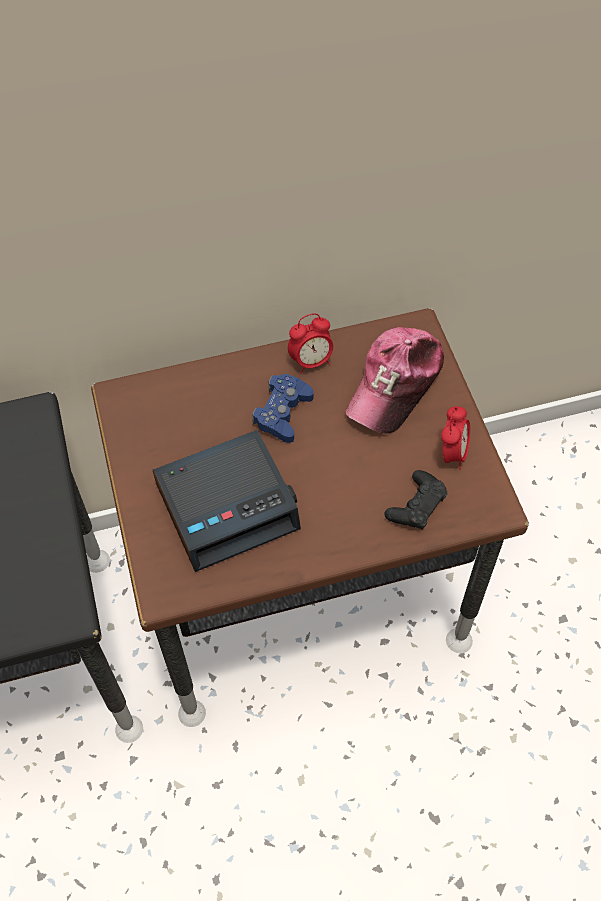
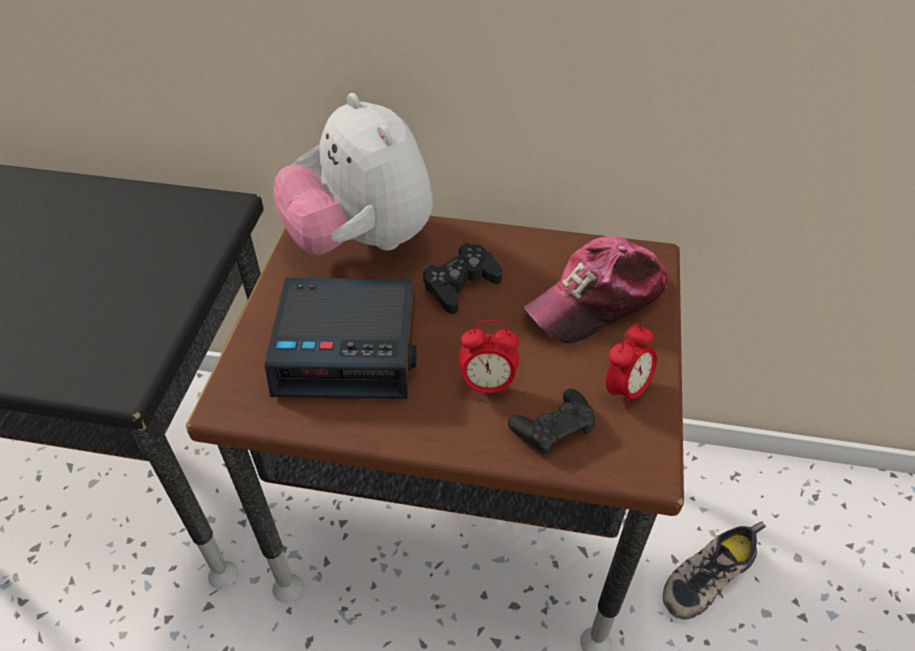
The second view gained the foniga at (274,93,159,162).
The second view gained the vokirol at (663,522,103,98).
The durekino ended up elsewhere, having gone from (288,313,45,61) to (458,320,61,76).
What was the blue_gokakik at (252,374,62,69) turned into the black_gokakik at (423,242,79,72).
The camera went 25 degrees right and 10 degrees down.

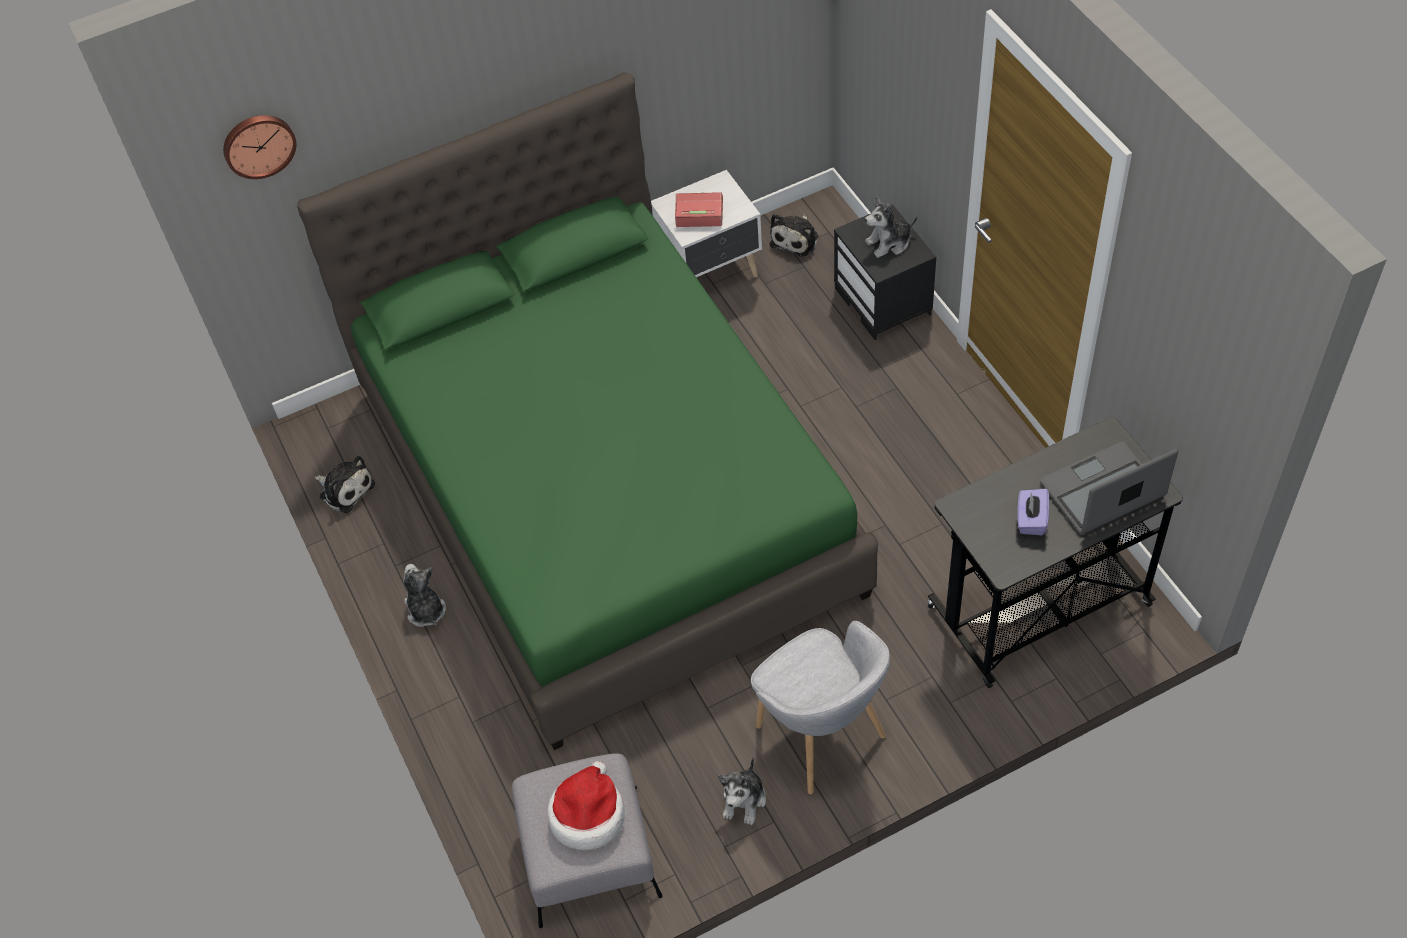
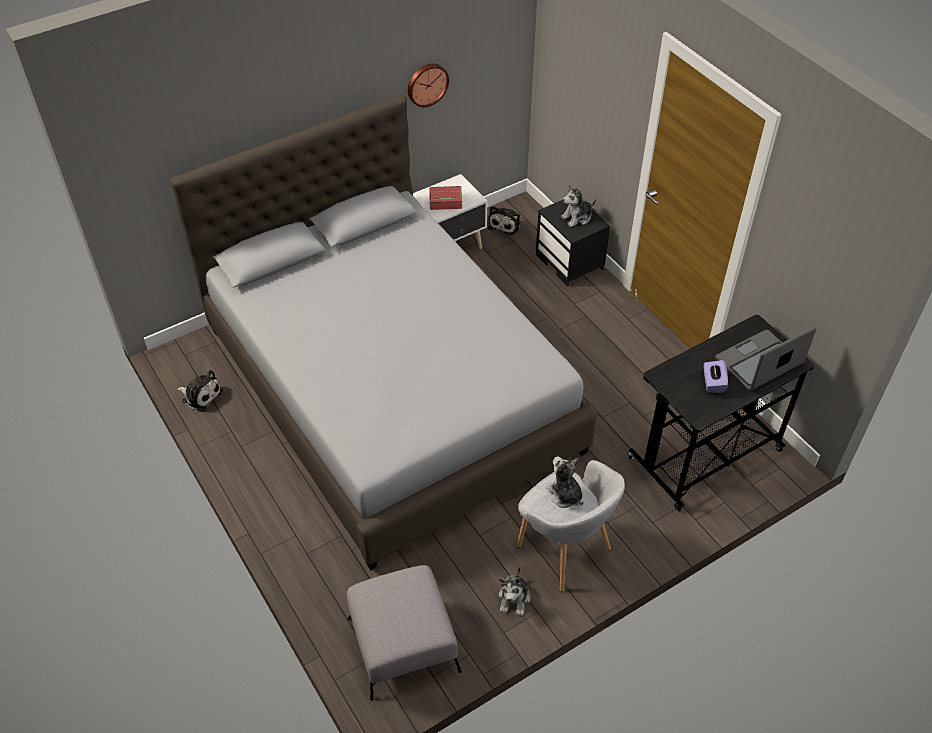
The second view lost the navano at (547,761,78,89).
The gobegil ended up elsewhere, having gone from (223,115,73,64) to (408,64,41,43).
The foniga ended up elsewhere, having gone from (403,564,43,63) to (546,456,38,52).
What was the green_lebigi at (297,72,581,678) turned into the grey_lebigi at (171,95,426,475).
The camera went 10 degrees left and 5 degrees down.

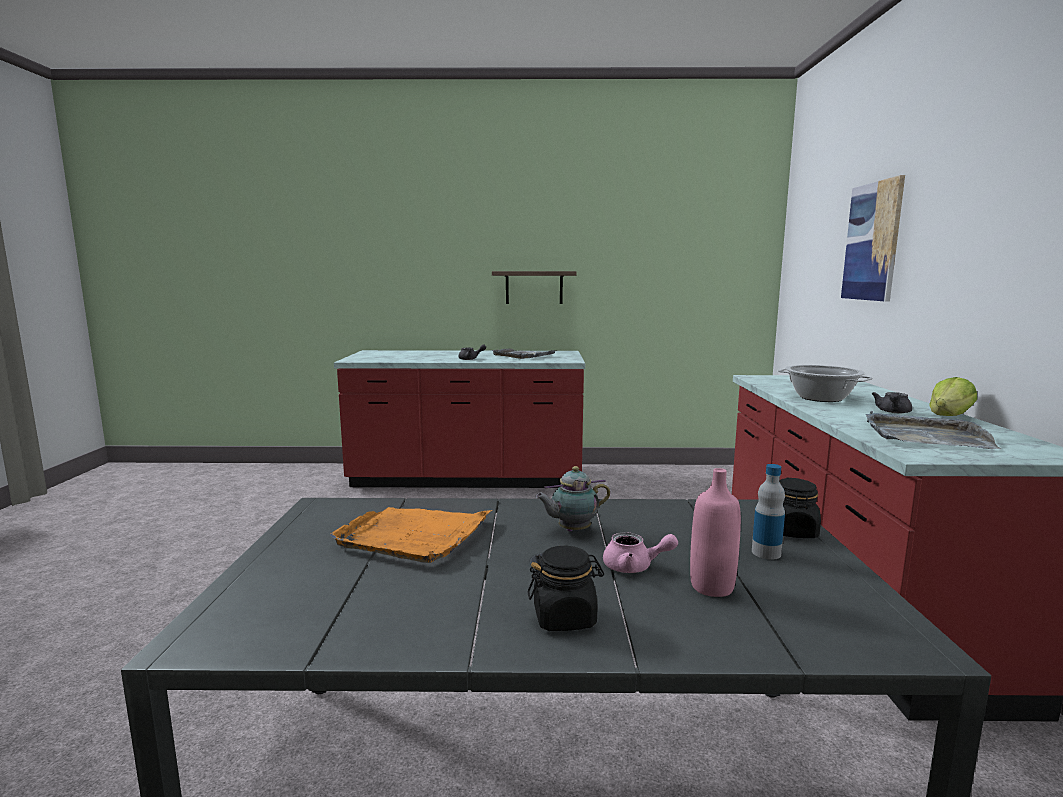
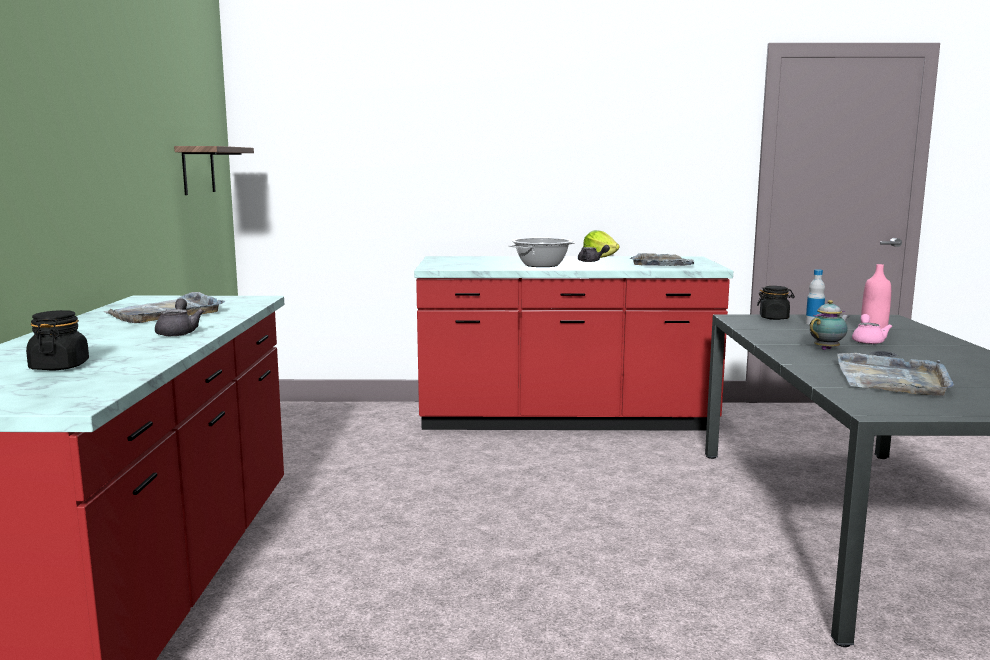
The second view lost the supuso at (841,175,64,127).
The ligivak ended up elsewhere, having gone from (492,271,85,33) to (174,146,80,49).
The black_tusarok ended up elsewhere, having gone from (527,546,77,85) to (26,310,63,60).
What was the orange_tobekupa at (330,507,162,56) turned into the grey_tobekupa at (837,353,117,43).
The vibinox at (535,466,75,65) ended up facing another way, 105 degrees counterclockwise from before.
The camera went 90 degrees left and 0 degrees up.

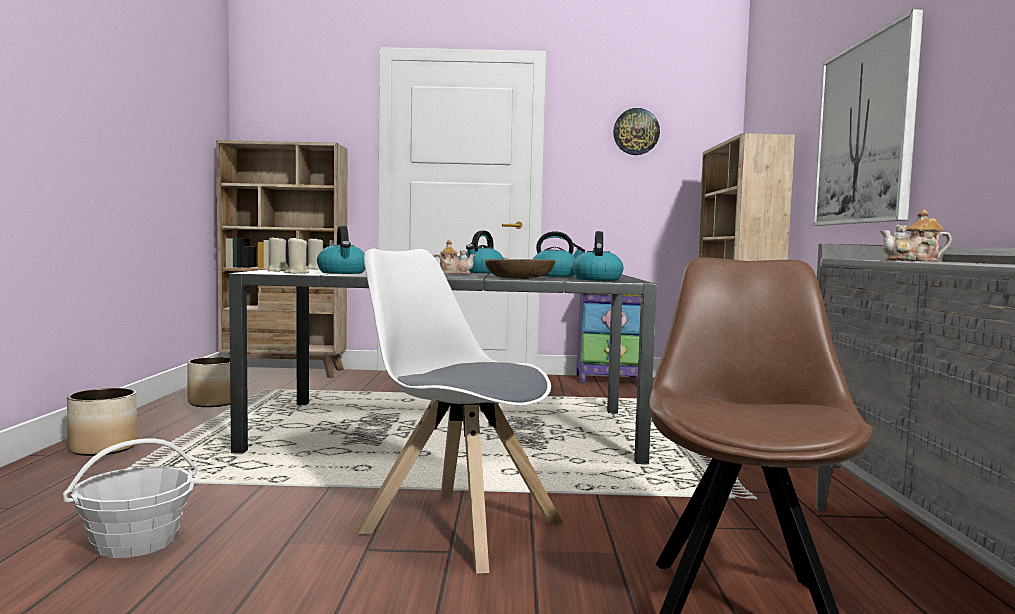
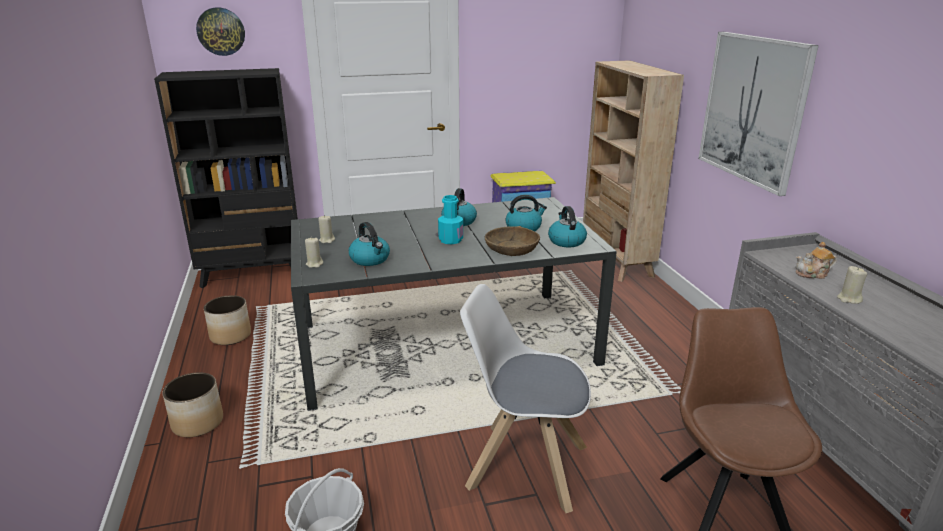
The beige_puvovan ended up elsewhere, having gone from (284,237,25,37) to (837,266,30,38).
The gobegil ended up elsewhere, having gone from (613,108,47,47) to (196,7,49,49).
Where the vibinox stood at (433,240,43,34), the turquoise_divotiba came to stand at (438,195,25,49).
What was the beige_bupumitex at (216,140,131,238) turned into the black_bupumitex at (154,68,144,220).
The camera went 15 degrees left and 20 degrees up.

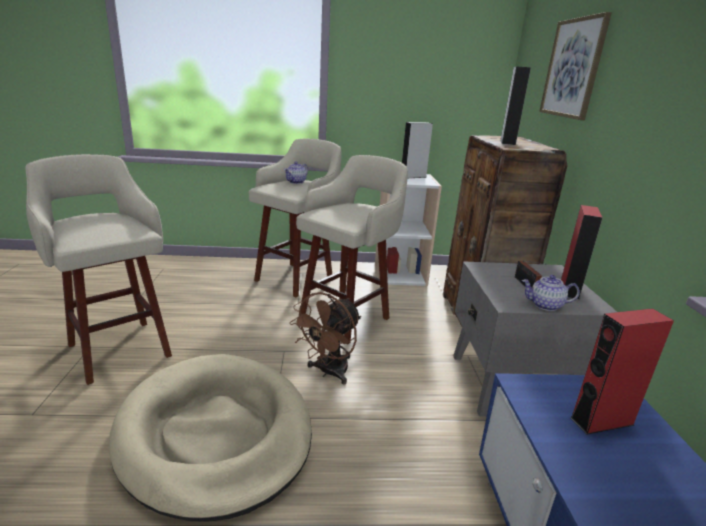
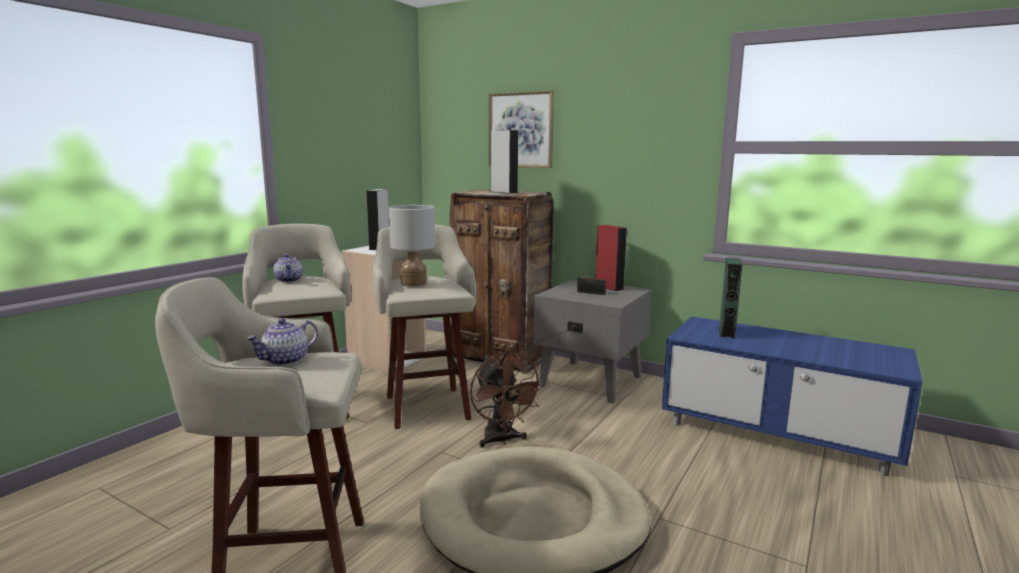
The second view gained the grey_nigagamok at (389,205,46,81).
The vibinox ended up elsewhere, having gone from (522,275,58,36) to (246,319,72,46).
What was the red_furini at (570,308,104,127) turned into the green_furini at (719,258,23,80).
The camera went 55 degrees left and 10 degrees down.

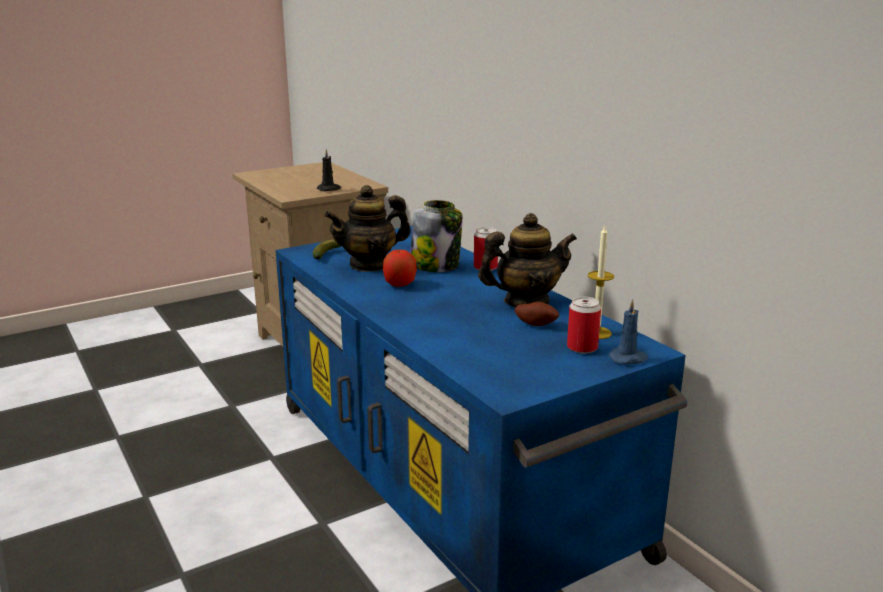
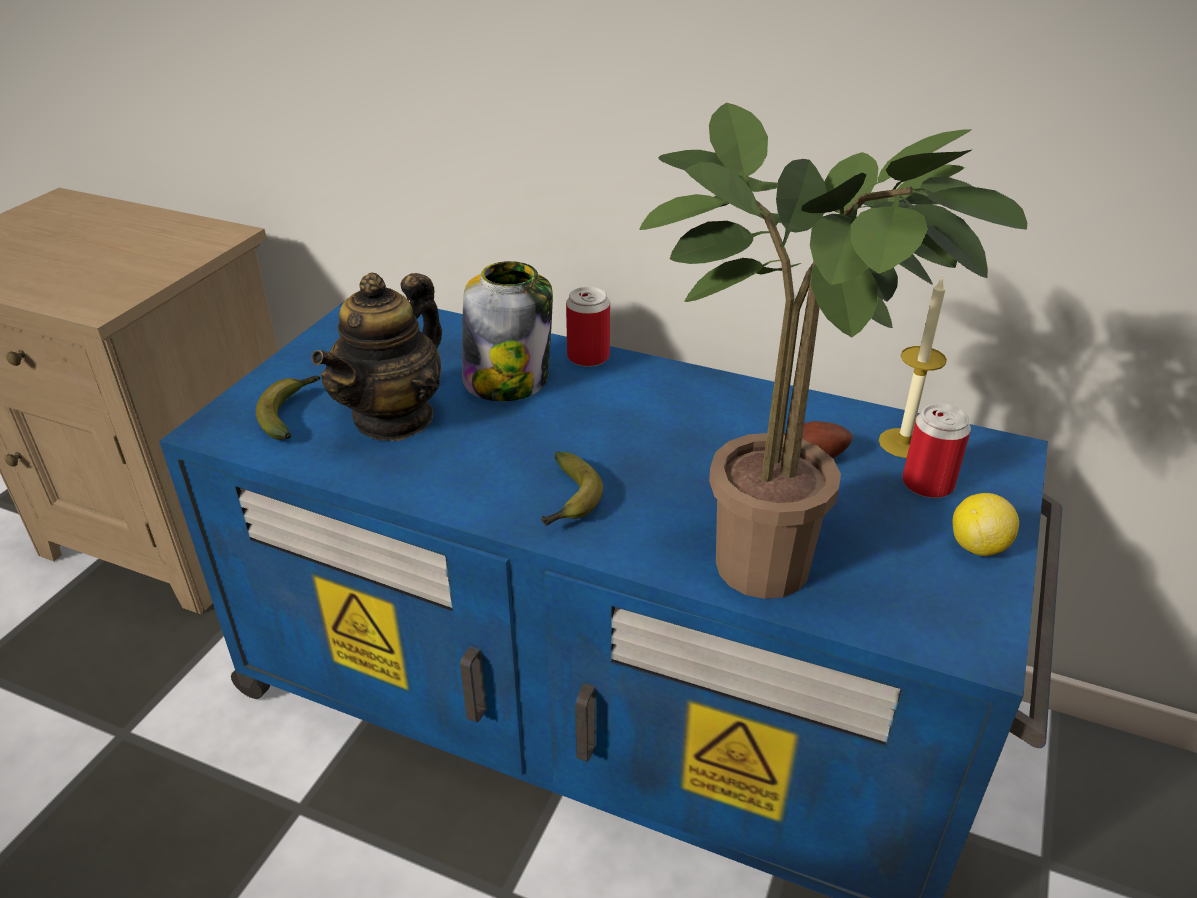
The second view lost the black_puvovan at (317,149,24,42).
The second view lost the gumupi at (383,250,34,37).
The second view lost the vibinox at (478,213,99,94).
The second view lost the blue_puvovan at (609,299,39,65).
The second view gained the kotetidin at (541,452,62,74).
The second view gained the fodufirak at (639,103,388,496).
The second view gained the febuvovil at (952,493,67,63).
The camera went 35 degrees left and 15 degrees up.

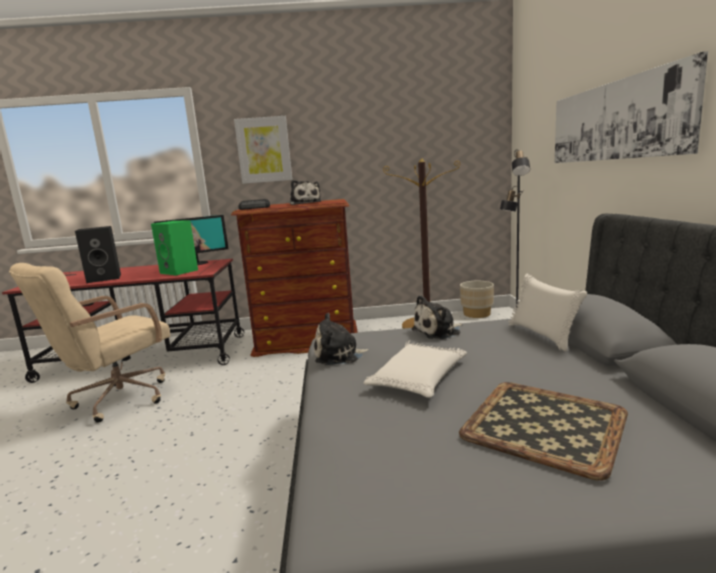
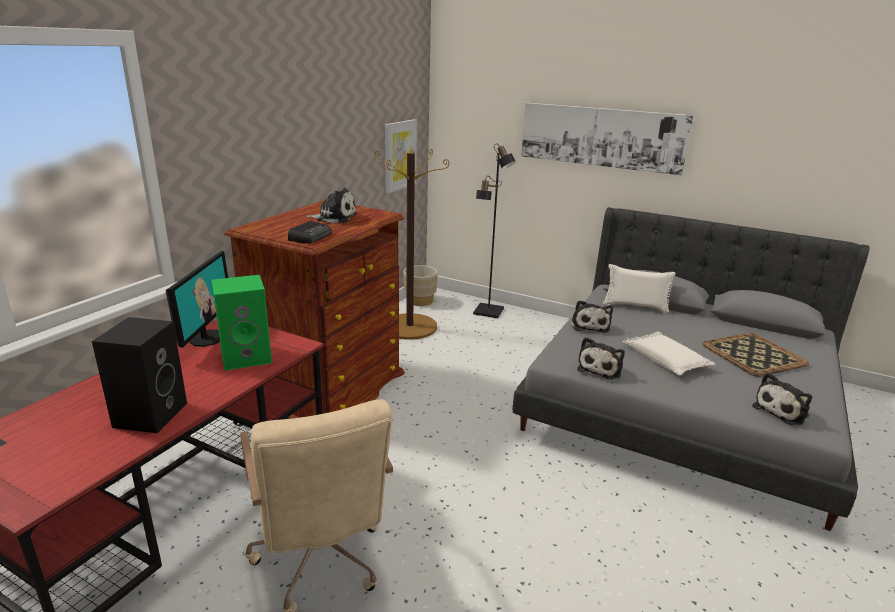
The second view gained the foniga at (752,373,60,52).
The supuso ended up elsewhere, having gone from (234,116,58,68) to (385,119,32,74).
The camera went 60 degrees left and 10 degrees up.

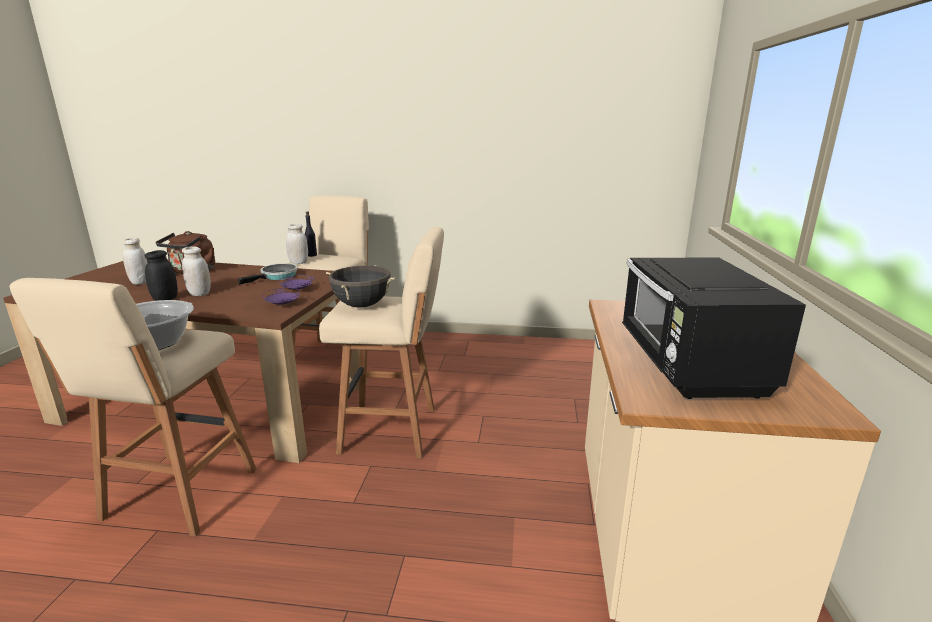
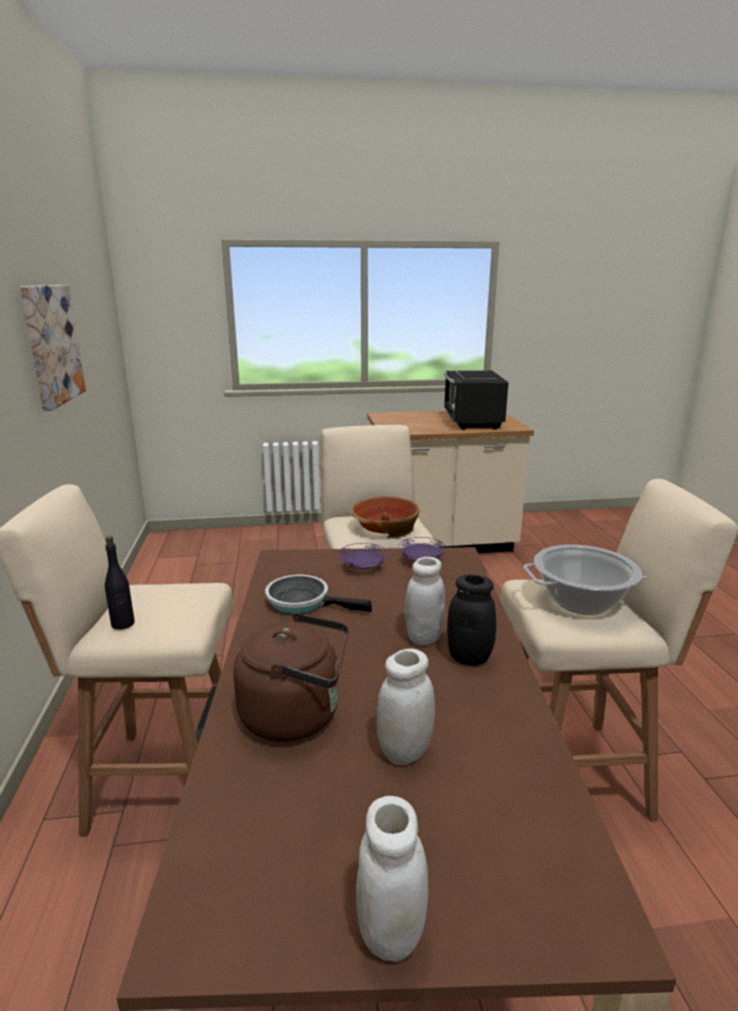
The second view gained the supuso at (20,285,66,126).
The white_tusarok ended up elsewhere, having gone from (286,224,22,40) to (356,796,73,166).
Where the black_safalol stood at (326,265,69,43), the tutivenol came to stand at (350,497,69,42).
The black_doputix at (622,257,184,142) ended up facing another way, 105 degrees clockwise from before.
The camera went 105 degrees left and 0 degrees up.

